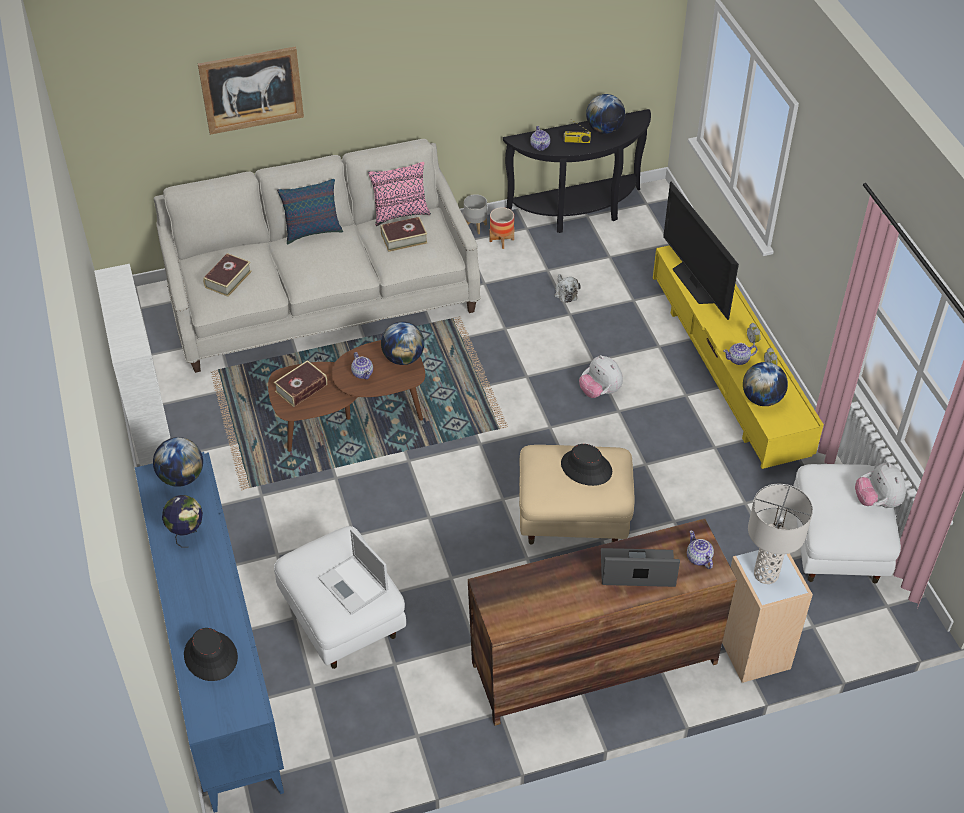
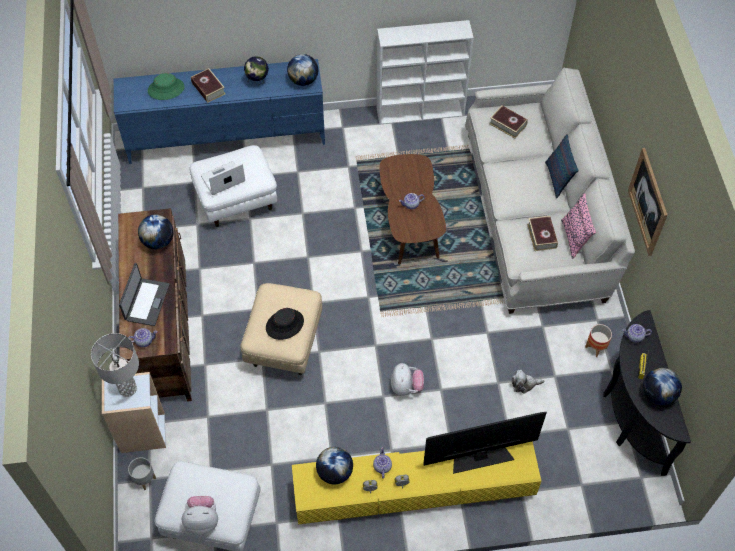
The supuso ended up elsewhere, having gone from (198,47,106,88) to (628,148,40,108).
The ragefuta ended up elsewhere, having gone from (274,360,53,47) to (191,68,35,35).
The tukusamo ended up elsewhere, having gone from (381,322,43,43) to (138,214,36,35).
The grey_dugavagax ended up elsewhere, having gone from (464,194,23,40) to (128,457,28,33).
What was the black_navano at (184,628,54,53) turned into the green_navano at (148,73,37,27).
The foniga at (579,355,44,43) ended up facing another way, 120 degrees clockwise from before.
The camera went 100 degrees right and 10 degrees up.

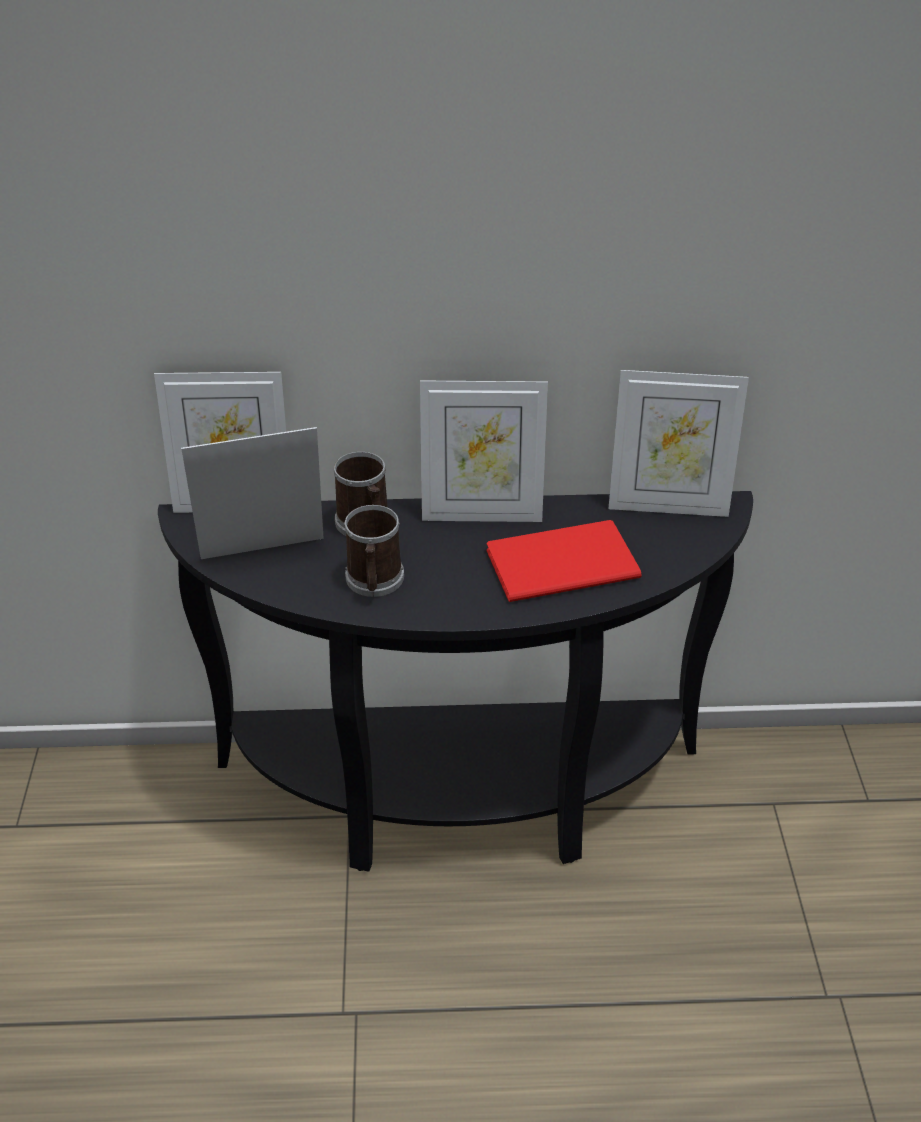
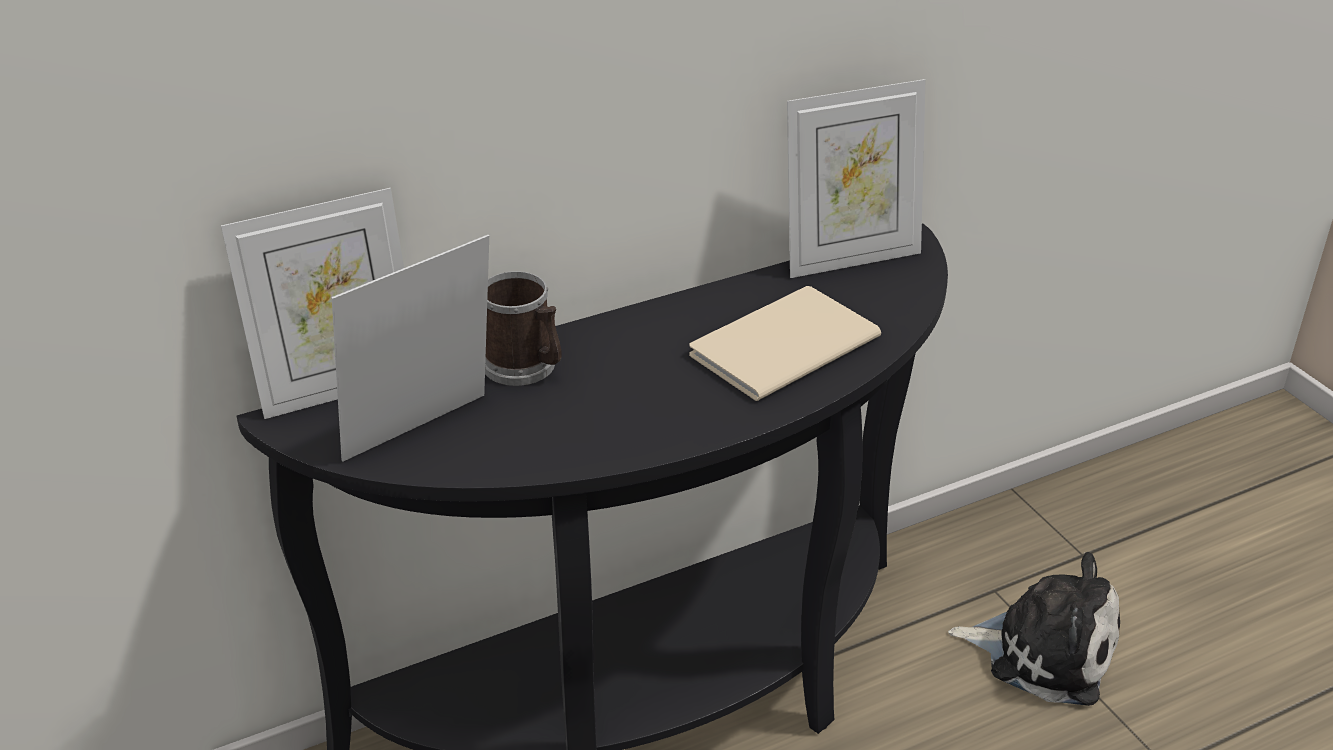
The second view lost the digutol at (344,505,60,92).
The second view lost the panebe at (420,380,128,142).
The second view gained the foniga at (948,552,172,154).
What was the red_ragefuta at (486,520,156,82) turned into the beige_ragefuta at (689,286,192,115).
The camera went 25 degrees left and 5 degrees down.

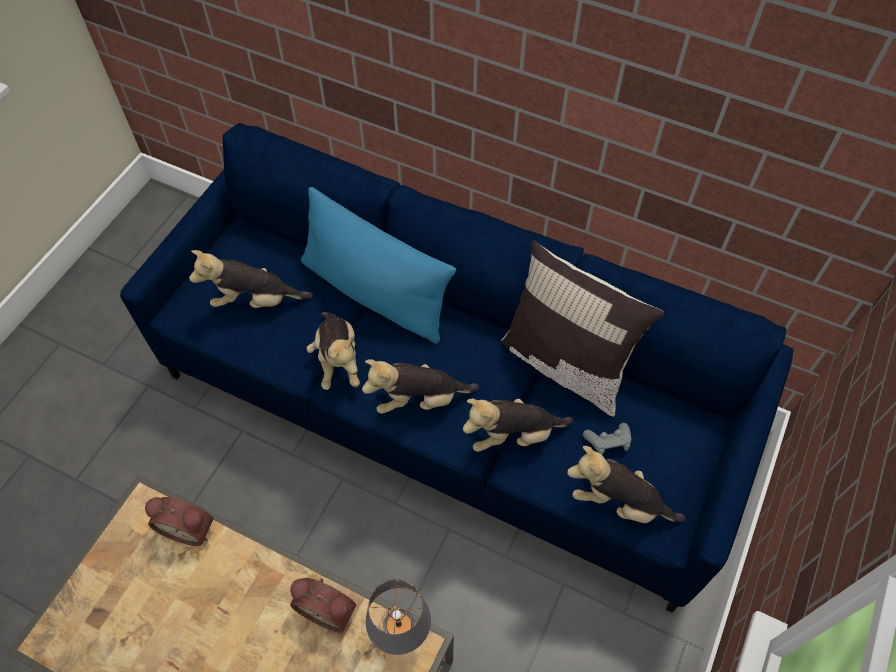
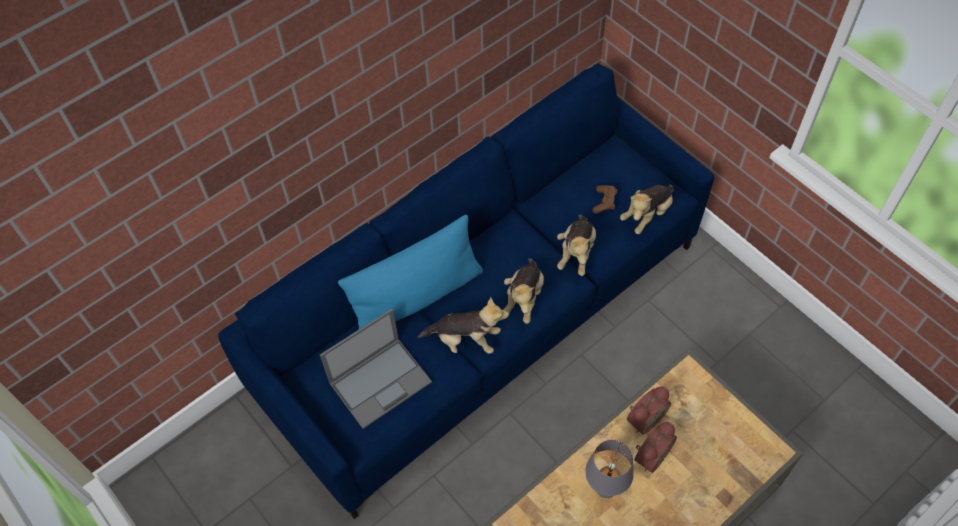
The second view lost the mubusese at (501,240,162,177).
The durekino ended up elsewhere, having gone from (145,497,68,49) to (634,422,43,51).
The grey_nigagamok ended up elsewhere, having gone from (366,579,65,76) to (585,440,49,58).
Where the foniga stood at (189,250,124,58), the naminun came to stand at (320,309,112,120).
What was the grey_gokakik at (583,423,48,32) turned into the brown_gokakik at (592,185,25,29).
The camera went 65 degrees left and 0 degrees up.

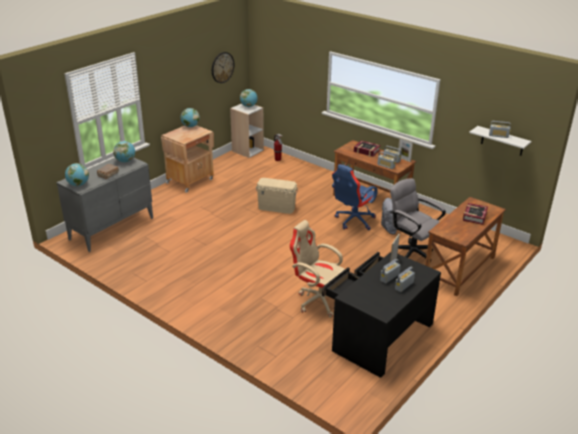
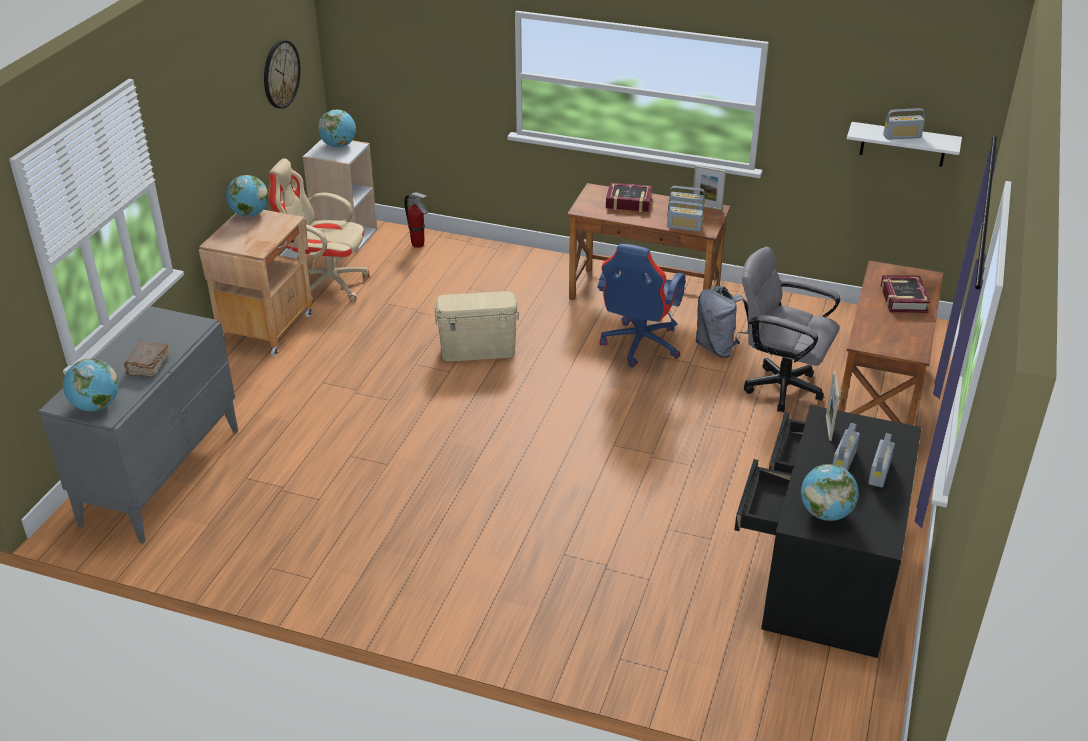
The tukusamo ended up elsewhere, having gone from (113,141,22,21) to (801,464,58,57).
The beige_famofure ended up elsewhere, having gone from (290,220,55,98) to (269,159,101,143).
The camera went 20 degrees left and 5 degrees up.

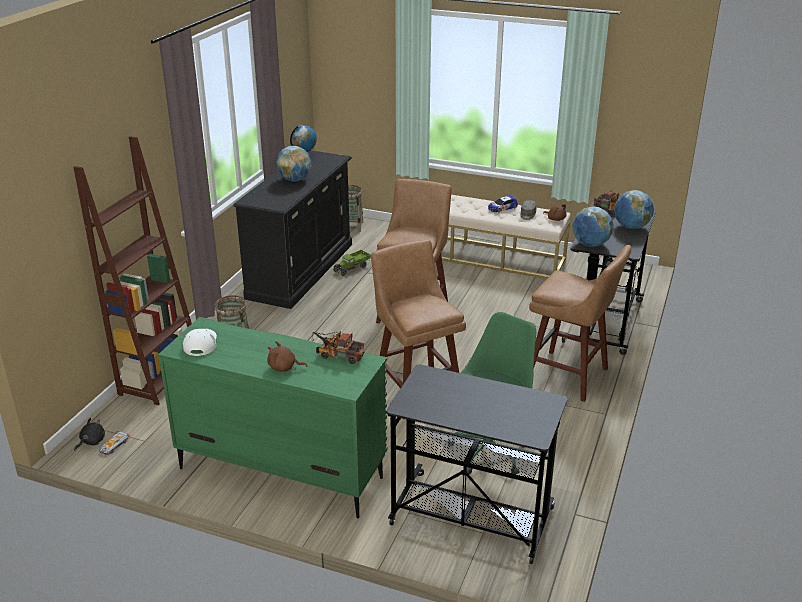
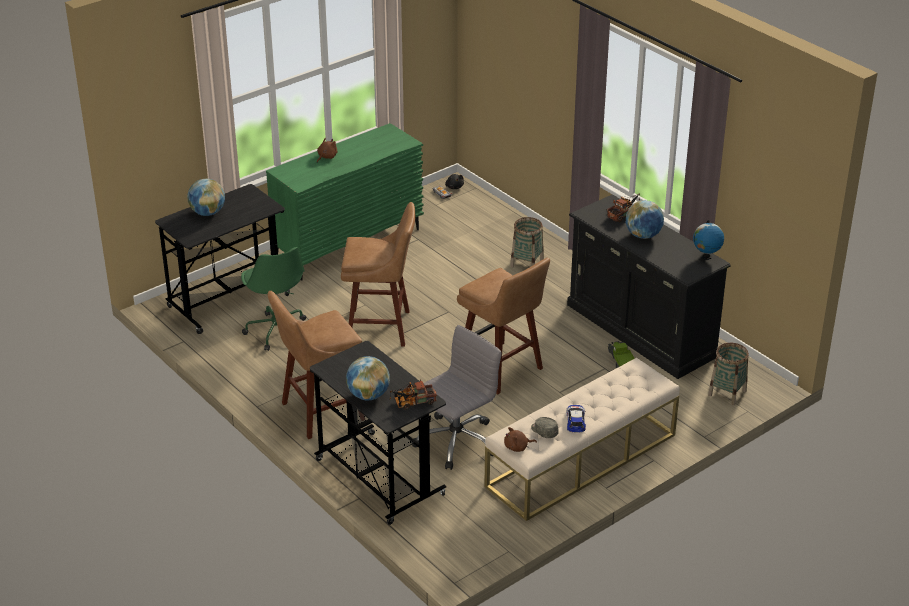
The second view lost the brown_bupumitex at (73,136,119,269).
The second view lost the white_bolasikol at (183,329,34,27).
The second view gained the grey_famofure at (412,325,90,145).
The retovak ended up elsewhere, having gone from (312,331,52,33) to (607,193,33,30).
The tukusamo ended up elsewhere, having gone from (572,206,42,41) to (187,179,38,37).
The camera went 120 degrees right and 5 degrees up.

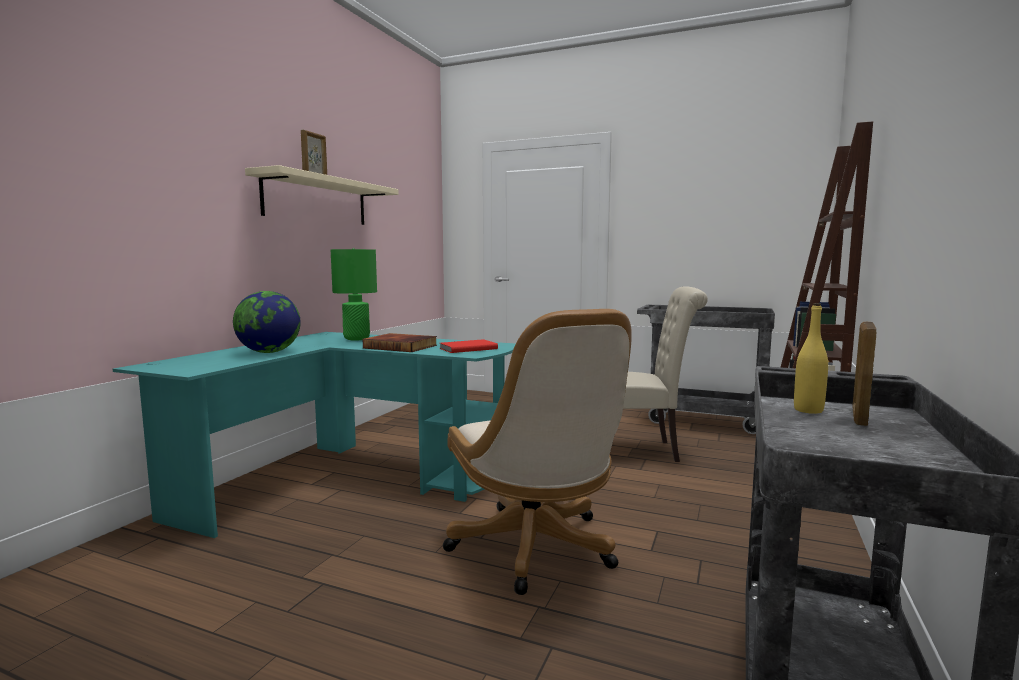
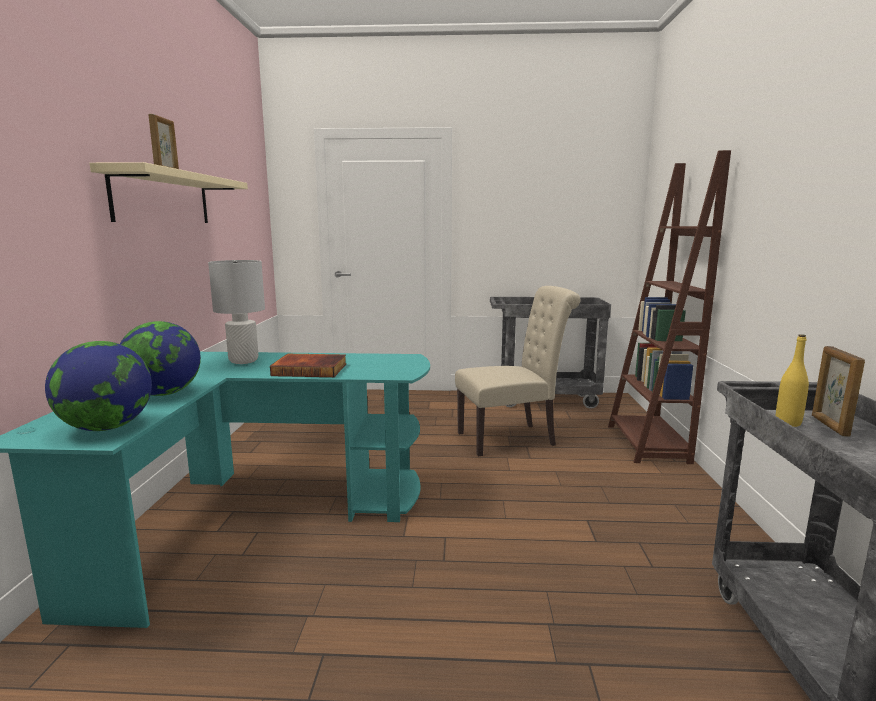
The second view lost the red_ragefuta at (439,339,59,14).
The second view lost the famofure at (443,309,189,286).
The second view gained the tukusamo at (45,341,107,90).
What was the green_nigagamok at (331,248,46,93) turned into the grey_nigagamok at (208,260,57,104).
The camera went 20 degrees left and 5 degrees up.

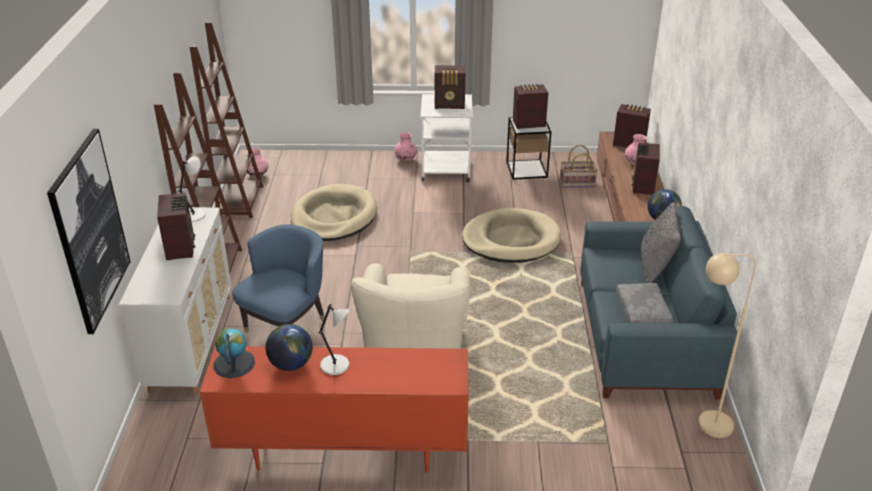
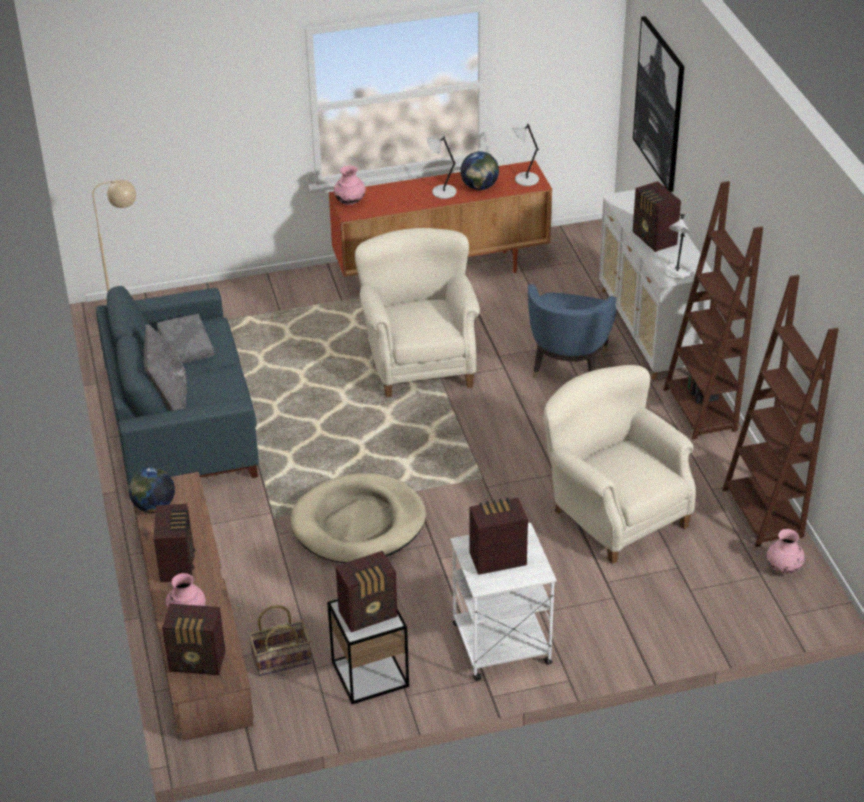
The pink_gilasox ended up elsewhere, having gone from (395,132,22,29) to (334,166,32,39).
Where the tukusamo stood at (213,328,42,50), the grey_nigagamok came to stand at (512,124,27,62).
Where the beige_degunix stood at (290,184,87,57), the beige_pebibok came to stand at (544,365,152,199).
The camera went 165 degrees right and 5 degrees up.

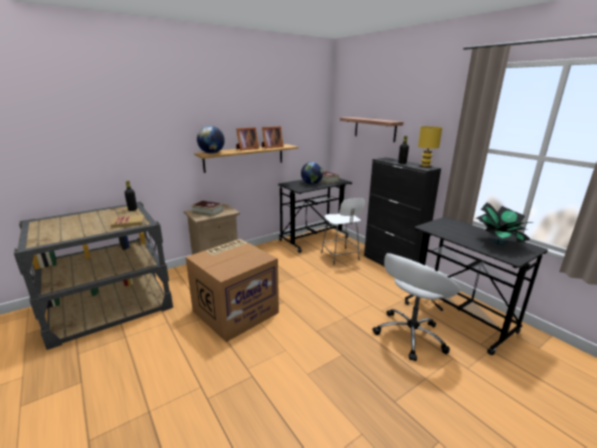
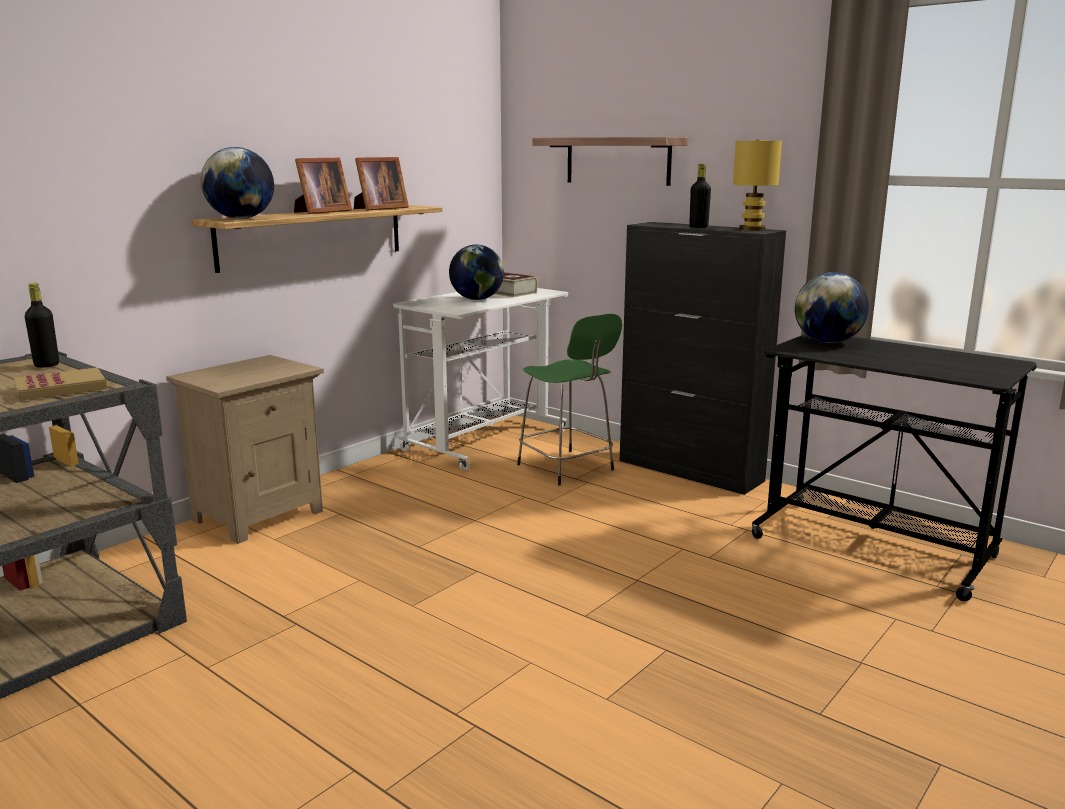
The second view lost the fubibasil at (186,239,93,103).
The second view lost the ragefuta at (191,200,33,17).
The second view lost the white_famofure at (372,253,89,108).
The second view lost the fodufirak at (476,203,56,42).
The second view gained the tukusamo at (795,272,74,71).
What was the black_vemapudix at (278,178,74,75) turned into the white_vemapudix at (393,288,175,183).
What was the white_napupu at (321,198,44,67) turned into the green_napupu at (517,314,105,172).
The camera went 15 degrees left and 5 degrees down.

